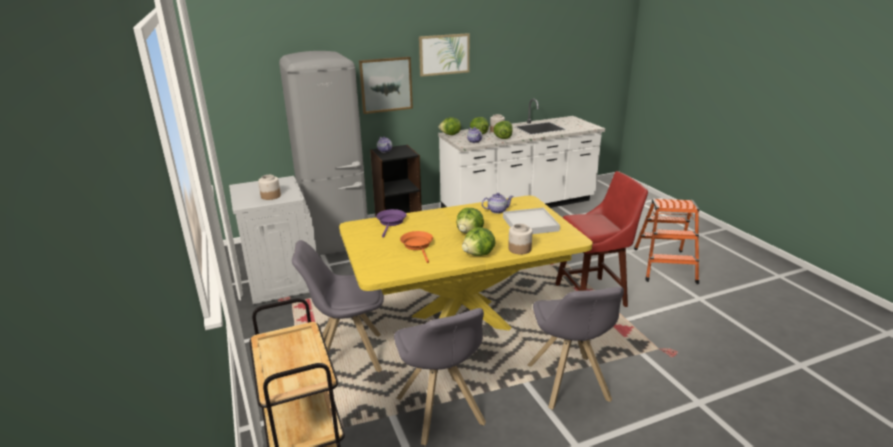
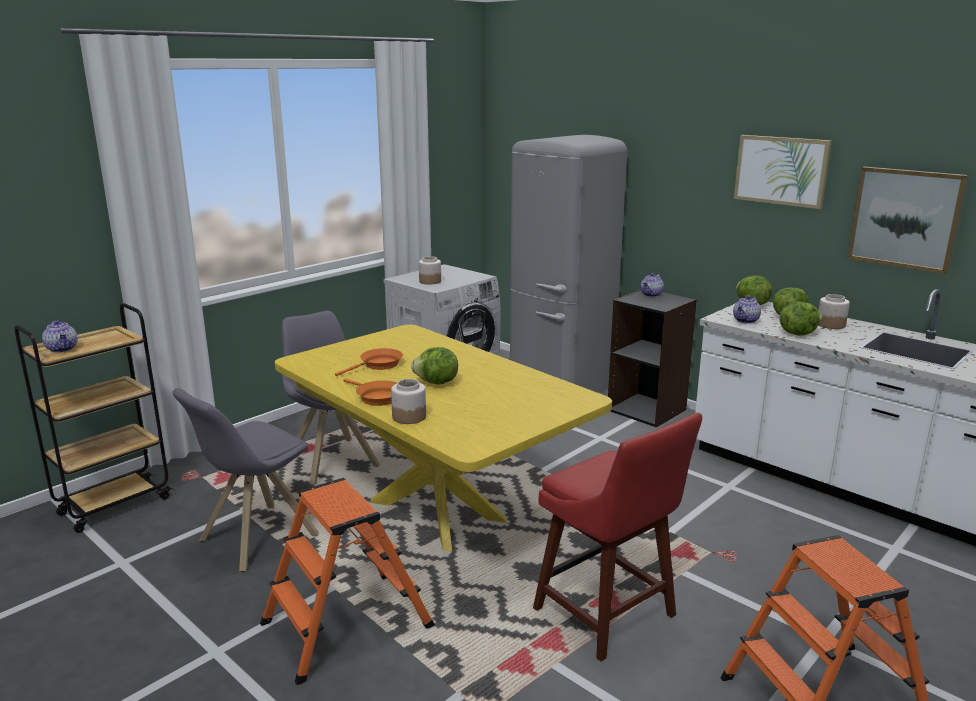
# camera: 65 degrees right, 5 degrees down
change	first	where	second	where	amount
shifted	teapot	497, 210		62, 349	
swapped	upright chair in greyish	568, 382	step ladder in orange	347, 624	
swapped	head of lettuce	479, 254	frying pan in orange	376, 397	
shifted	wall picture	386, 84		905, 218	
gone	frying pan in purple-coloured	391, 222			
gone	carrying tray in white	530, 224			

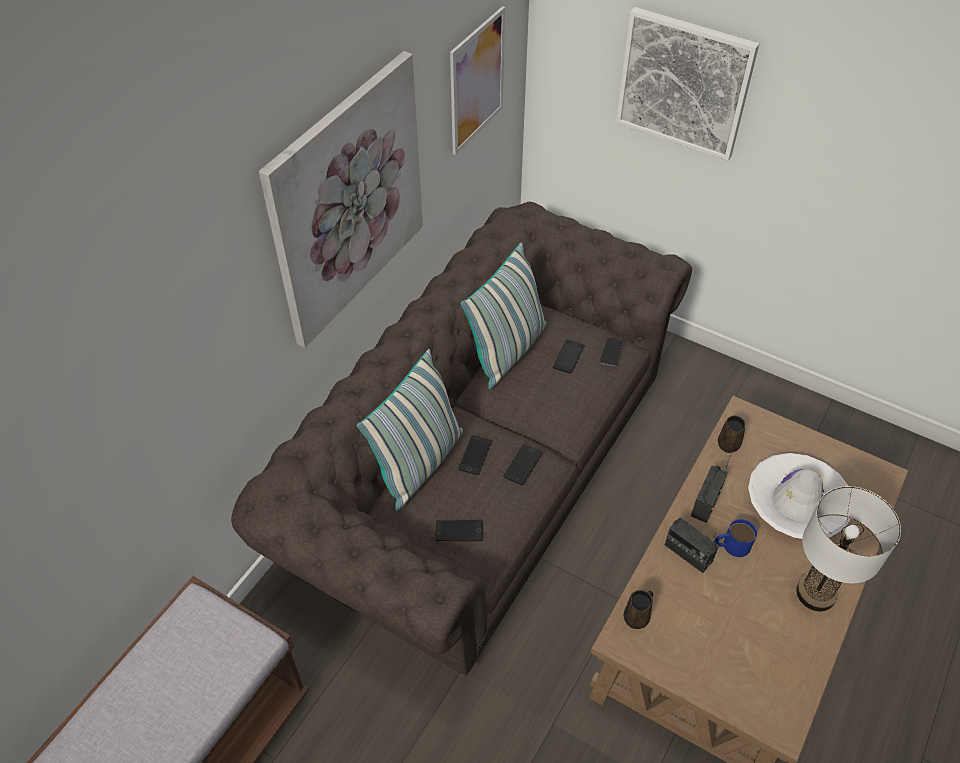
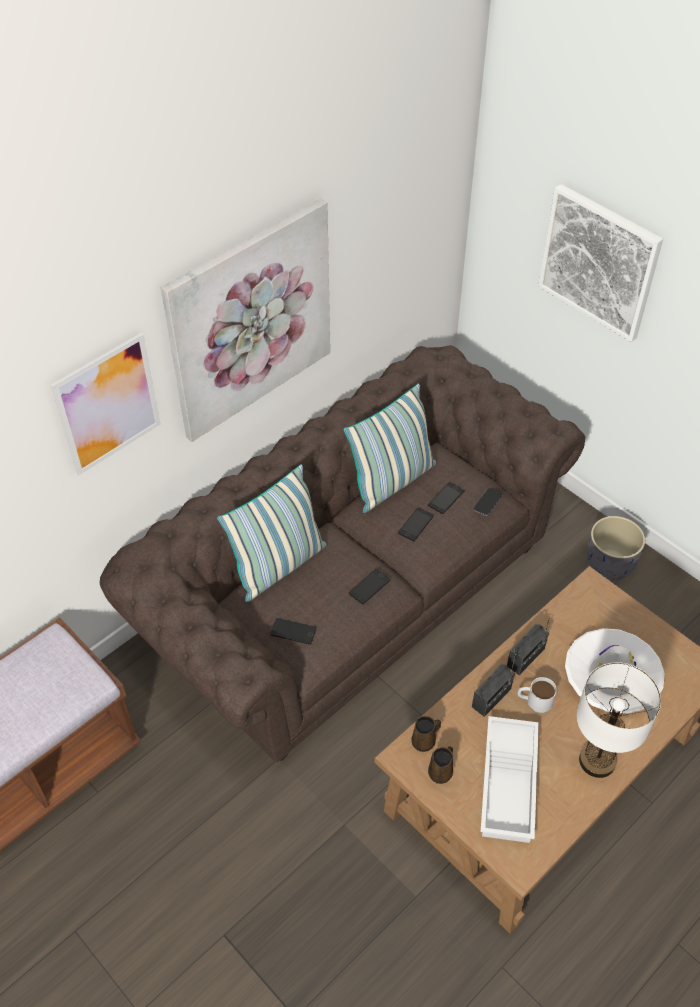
# camera: 15 degrees right, 0 degrees up
change	first	where	second	where	amount
shifted	wall picture	477, 81		108, 404	
shifted	phone	475, 455		415, 524	
shifted	tea mug in brownish	728, 443		441, 772	
rotated	radio receiver	688, 553		491, 698	105 degrees counterclockwise
new			carrying tray in white	510, 784	
repainted	tea mug in blue-coloured	731, 545	tea mug in white	534, 700	
new			plant pot in greyish	610, 565	

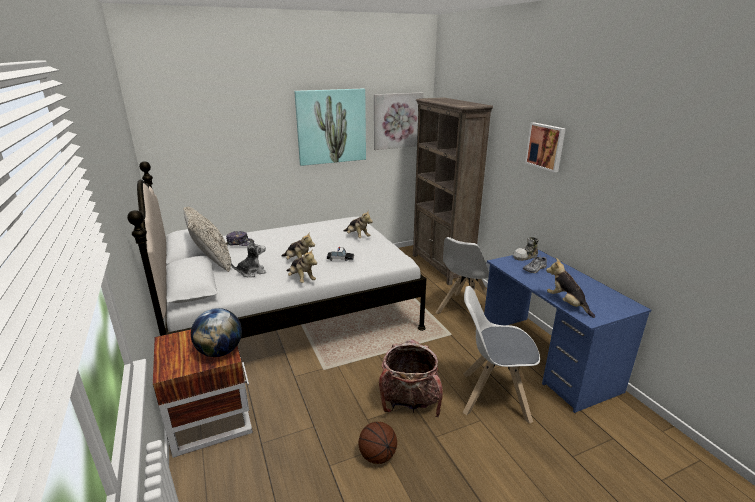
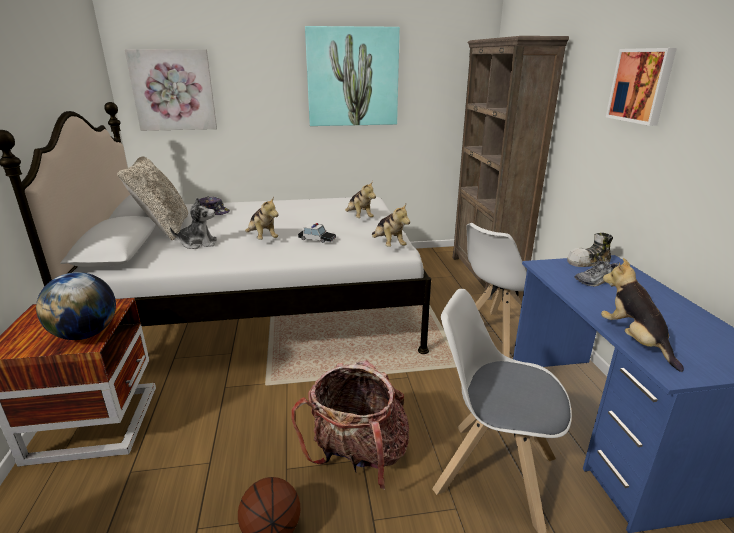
# camera: 15 degrees right, 0 degrees up
change	first	where	second	where	amount
shifted	wall picture	397, 121		173, 90	
shifted	soft toy	301, 279		388, 245	

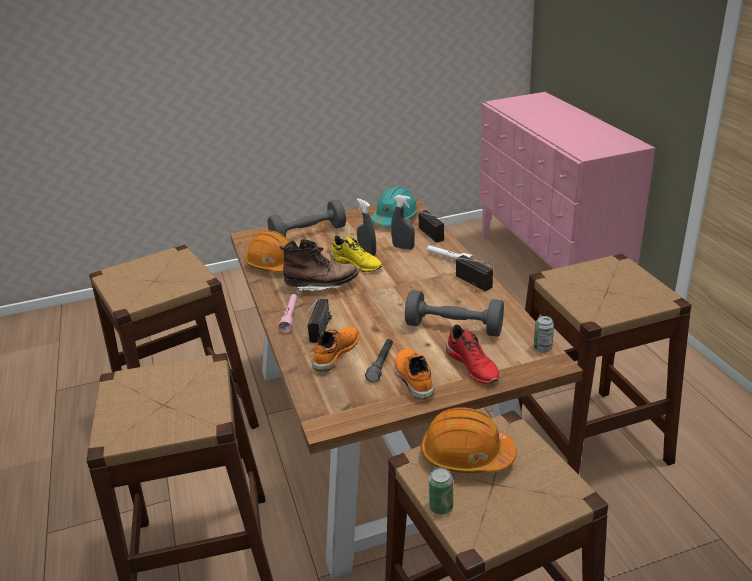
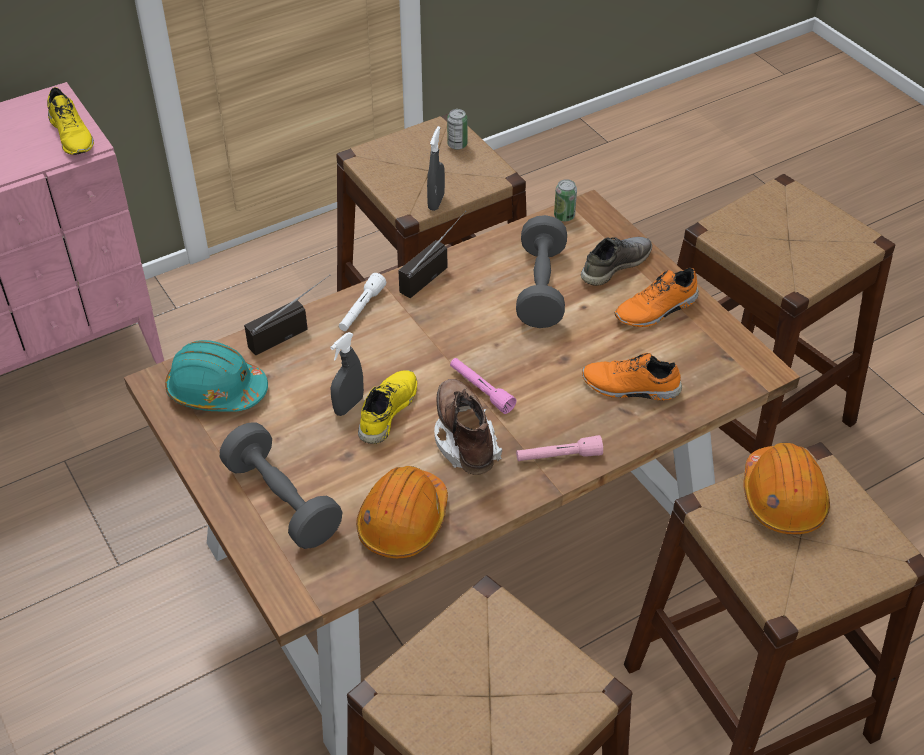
# camera: 105 degrees left, 15 degrees up
change	first	where	second	where	amount
new			low shoe in yellowish	73, 135	
shifted	sprayer in greyish	403, 247		436, 202	
shifted	sealed can	441, 507		457, 145	
new			torch in pink-coloured	481, 390	
repainted	low shoe in reddish	473, 366	low shoe in greyish	614, 265	
shifted	safety helmet in orange	466, 455		782, 498	
gone	radio receiver	318, 337			
gone	torch in greyish	381, 364			

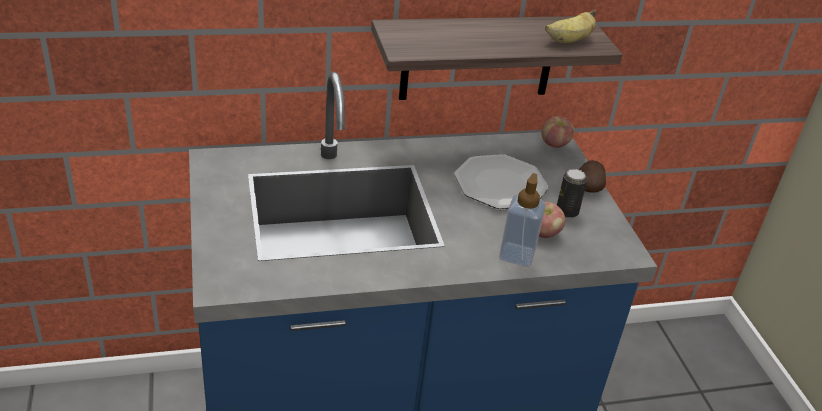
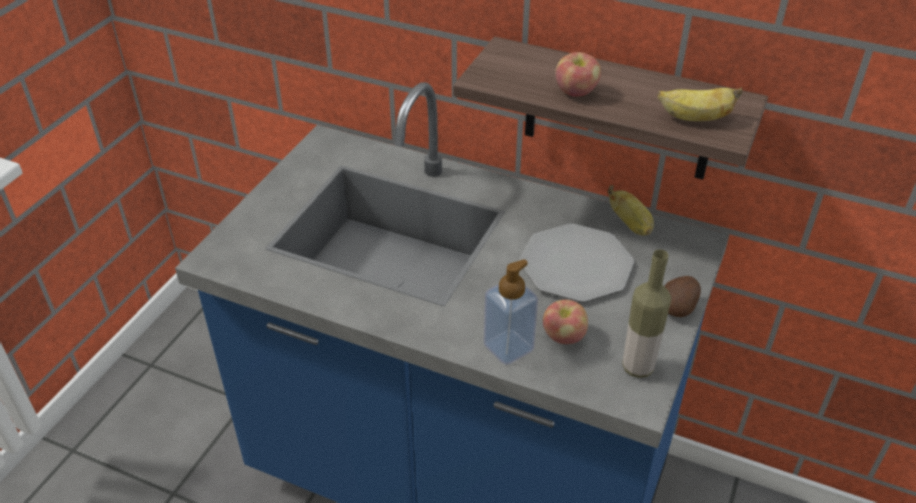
# camera: 40 degrees right, 5 degrees up
change	first	where	second	where	amount
shifted	whole apple	555, 144		576, 92	
new			banana	631, 225	
new			drink bottle	638, 367	
gone	sealed can	567, 211			

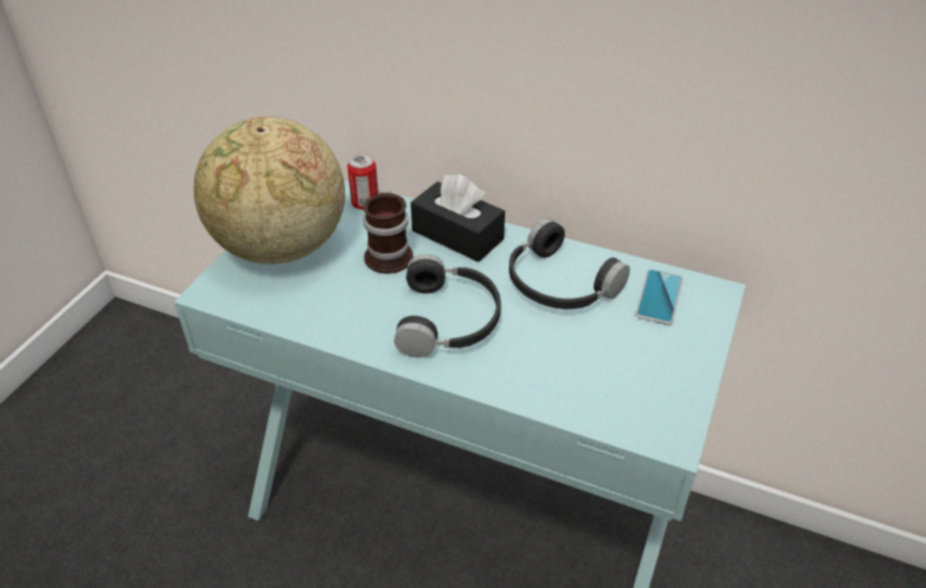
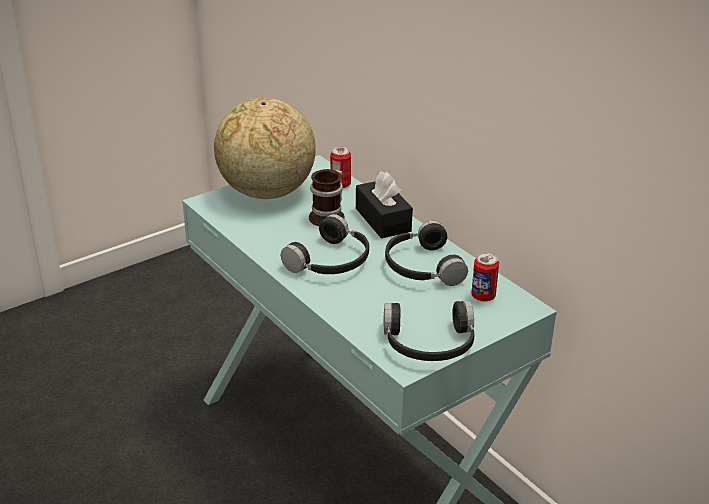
# camera: 30 degrees right, 10 degrees down
change	first	where	second	where	amount
new			headphones in black-coloured	429, 345	
swapped	phone	659, 297	sealed can	483, 296	

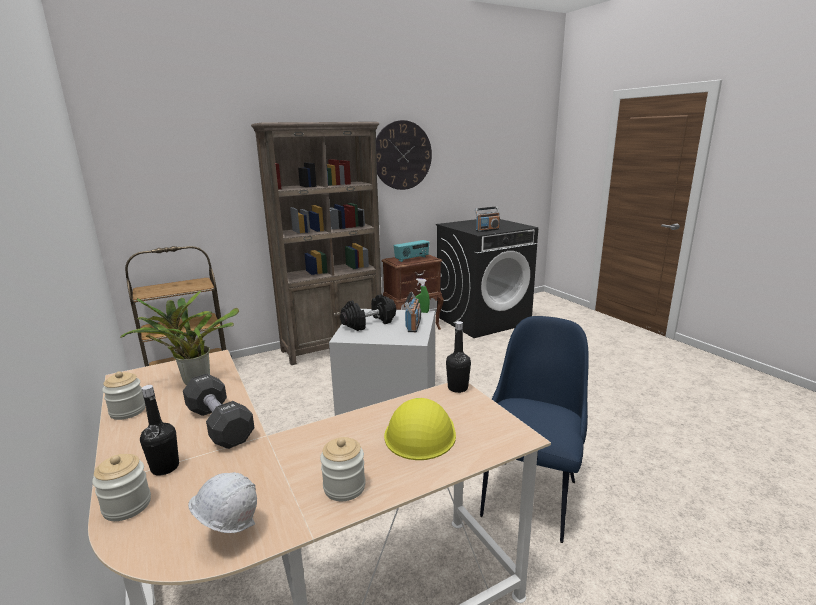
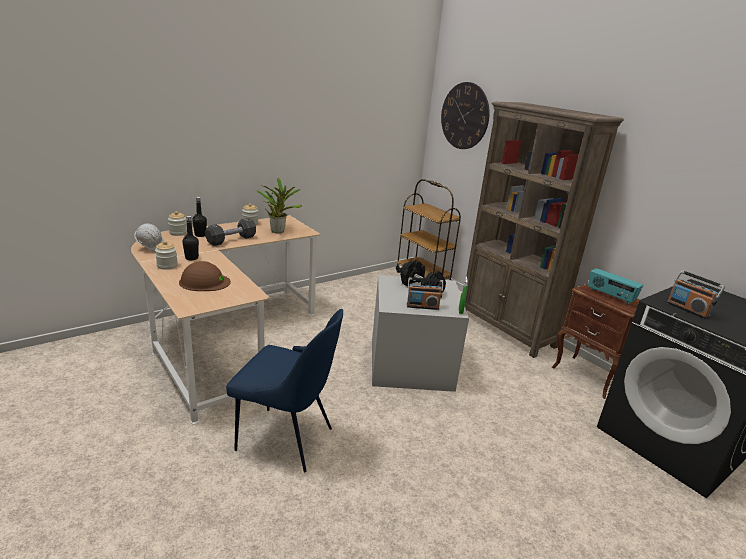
# camera: 80 degrees right, 5 degrees up
change	first	where	second	where	amount
repainted	safety helmet in yellowish	420, 433	safety helmet in brownish	204, 282	
shifted	drink bottle in black-coloured	457, 388		191, 258	
shifted	clock on the wall	402, 155		464, 116	

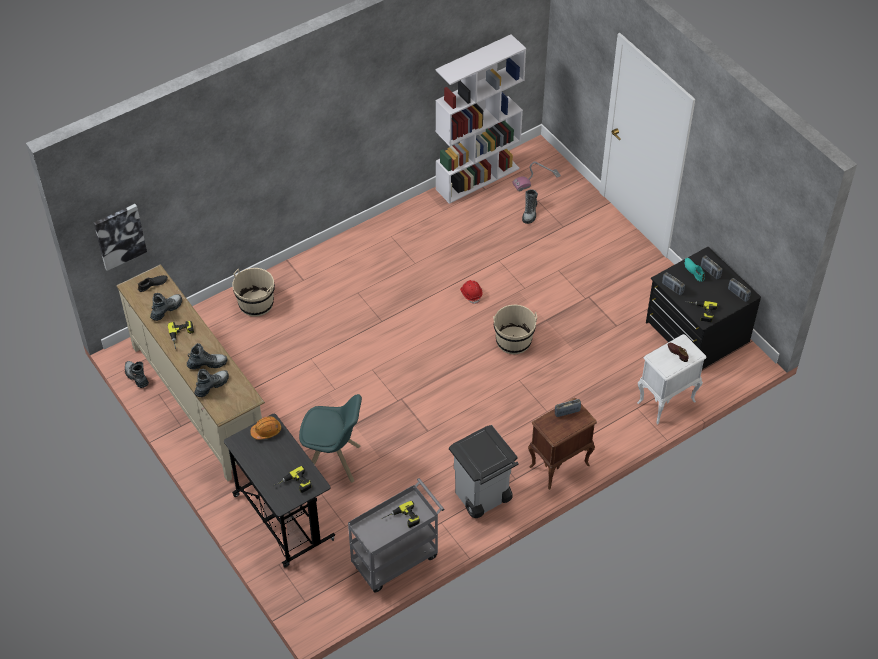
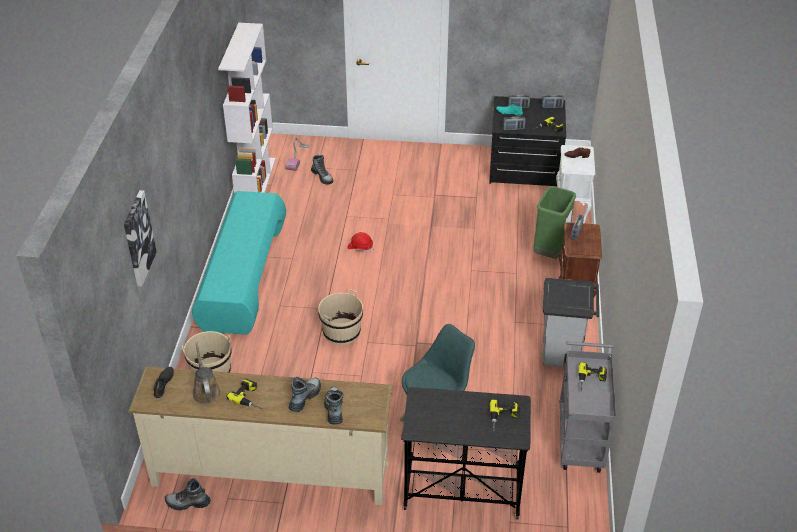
# camera: 50 degrees left, 10 degrees down
change	first	where	second	where	amount
shifted	wall picture	119, 236		138, 238	
new			indoor bench in turquoise	243, 275	
swapped	high-top boot	166, 309	watering pot in brownish	206, 391	
shifted	pail in sand-coloured	513, 340		341, 332	
new			trash can in green	550, 252	
gone	safety helmet in orange	266, 431			

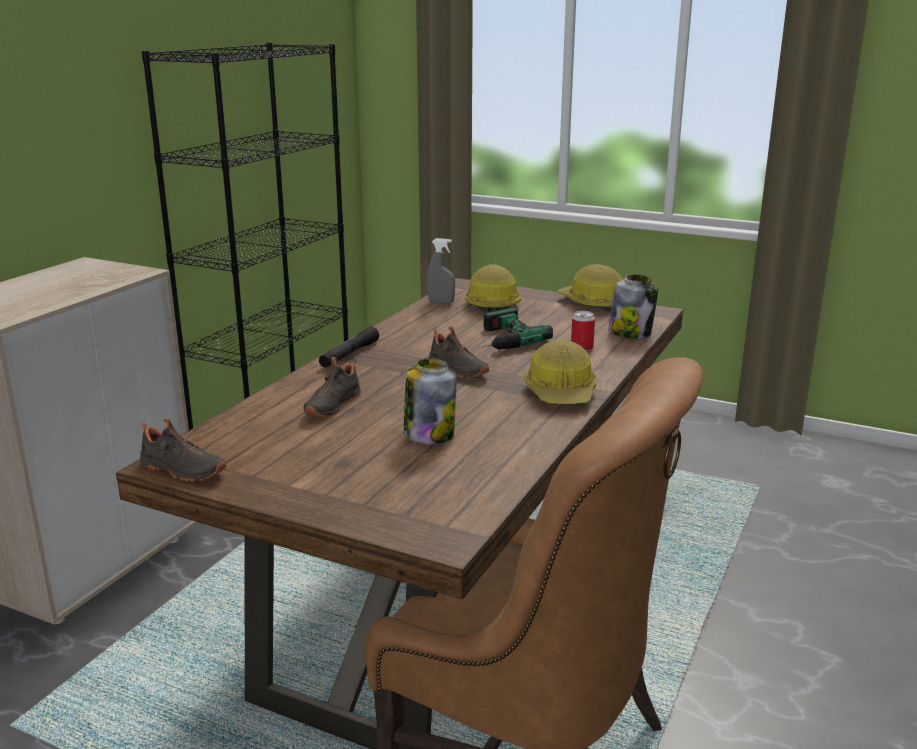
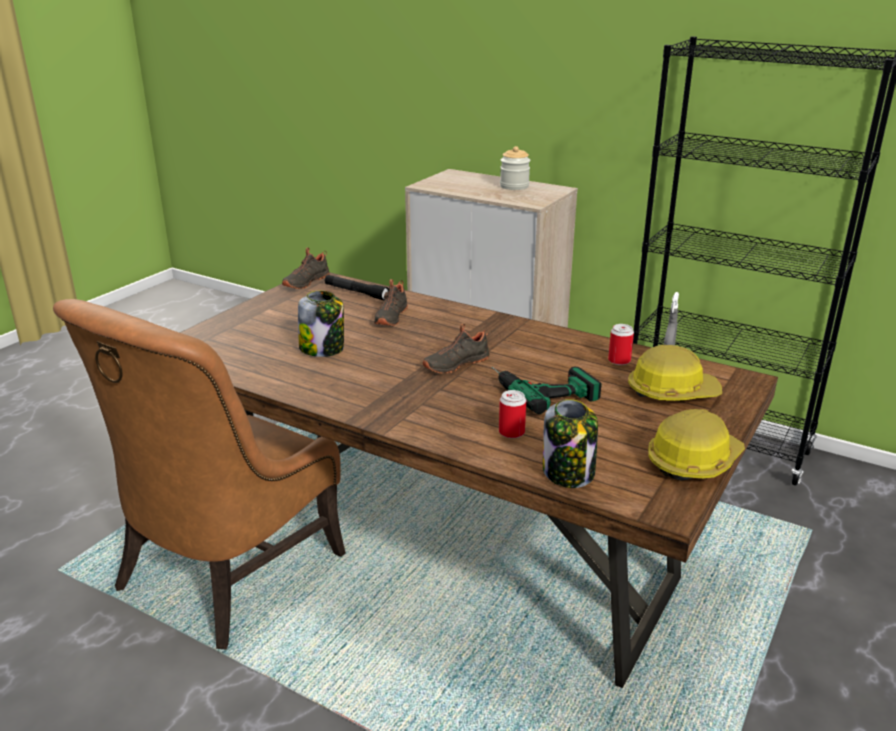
# camera: 95 degrees right, 5 degrees up
change	first	where	second	where	amount
shifted	torch in black-coloured	349, 354		356, 292	
rotated	low shoe in black-coloured	331, 405		390, 317	105 degrees counterclockwise
new			storage jar	514, 186	
new			sealed can	619, 361	
gone	safety helmet	561, 393			

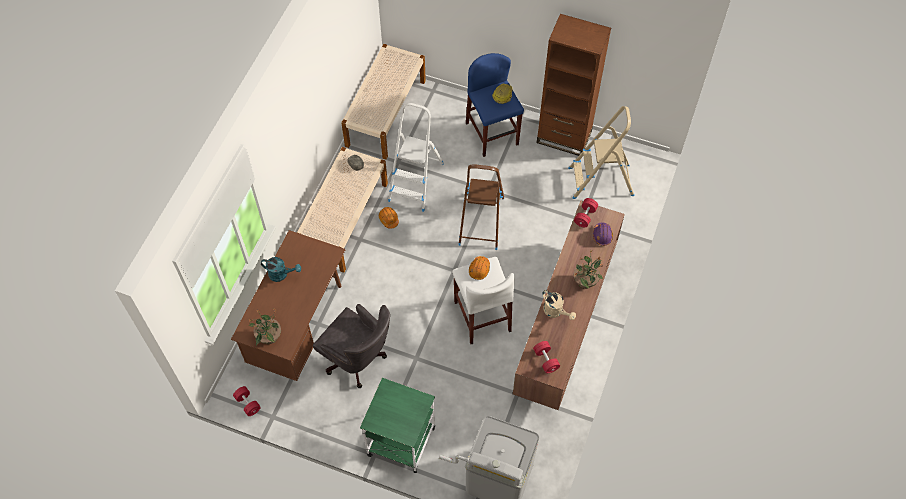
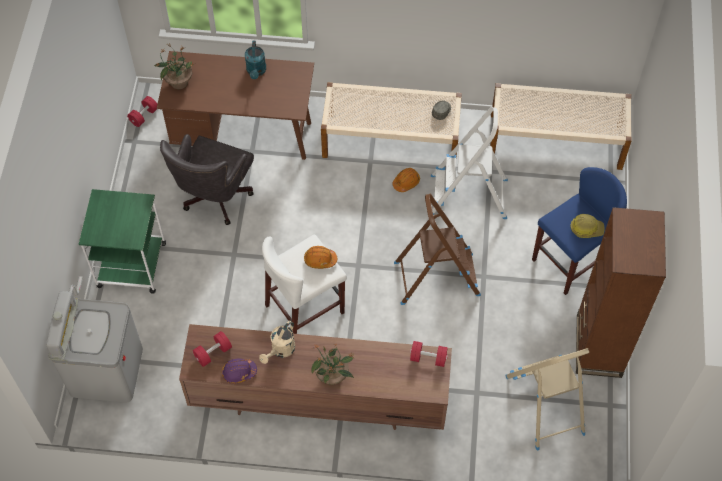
# camera: 75 degrees right, 0 degrees up
change	first	where	second	where	amount
shifted	safety helmet in purple-coloured	602, 236		239, 372	

